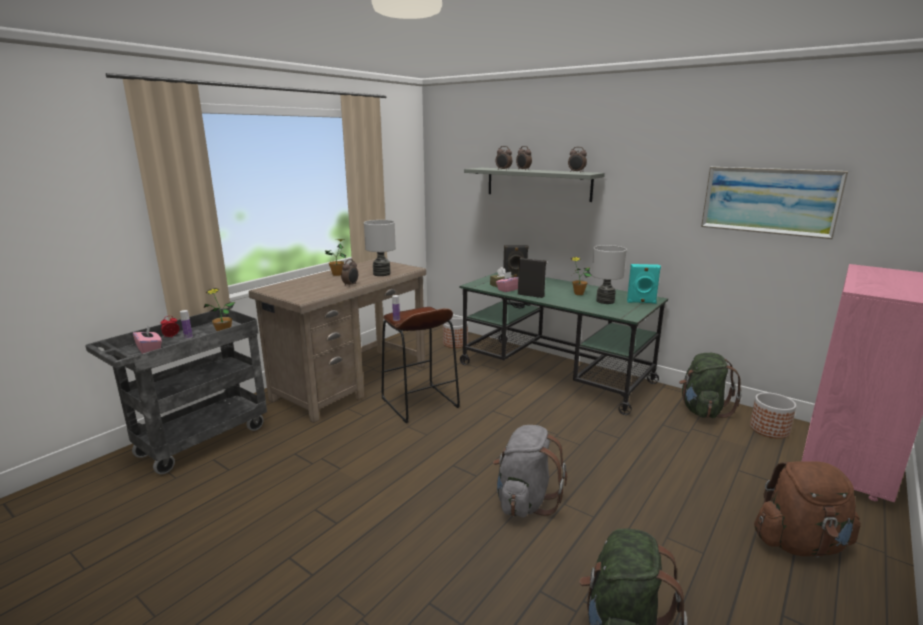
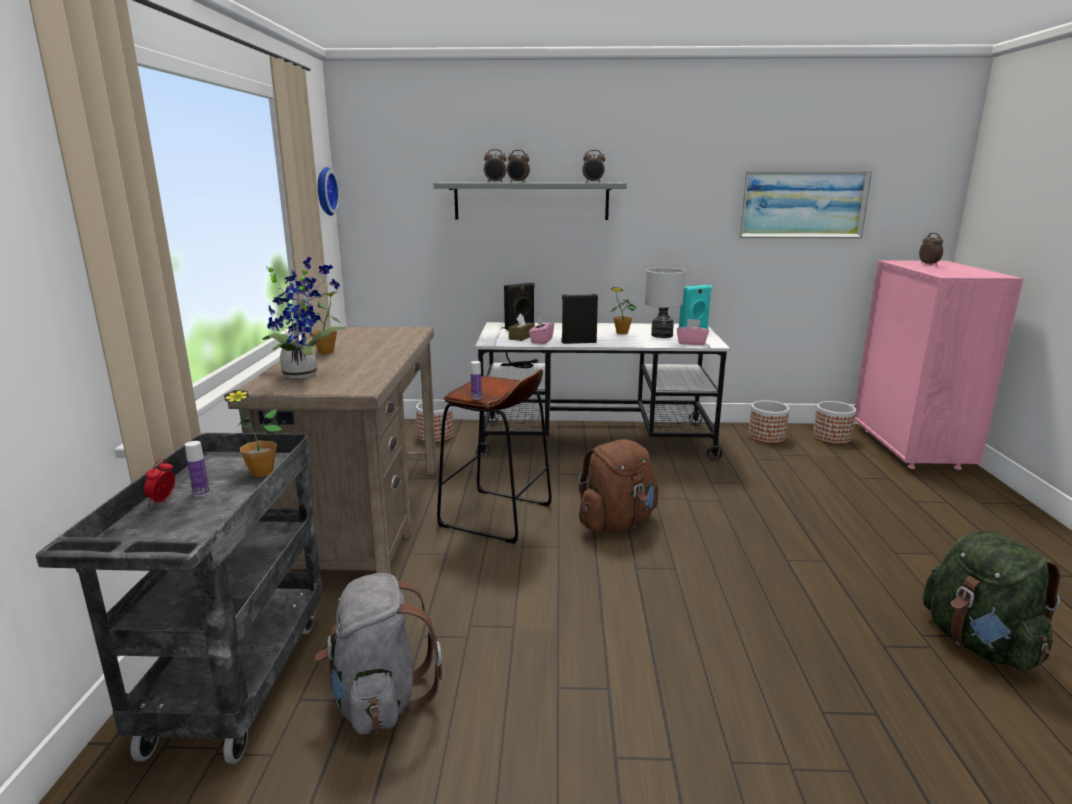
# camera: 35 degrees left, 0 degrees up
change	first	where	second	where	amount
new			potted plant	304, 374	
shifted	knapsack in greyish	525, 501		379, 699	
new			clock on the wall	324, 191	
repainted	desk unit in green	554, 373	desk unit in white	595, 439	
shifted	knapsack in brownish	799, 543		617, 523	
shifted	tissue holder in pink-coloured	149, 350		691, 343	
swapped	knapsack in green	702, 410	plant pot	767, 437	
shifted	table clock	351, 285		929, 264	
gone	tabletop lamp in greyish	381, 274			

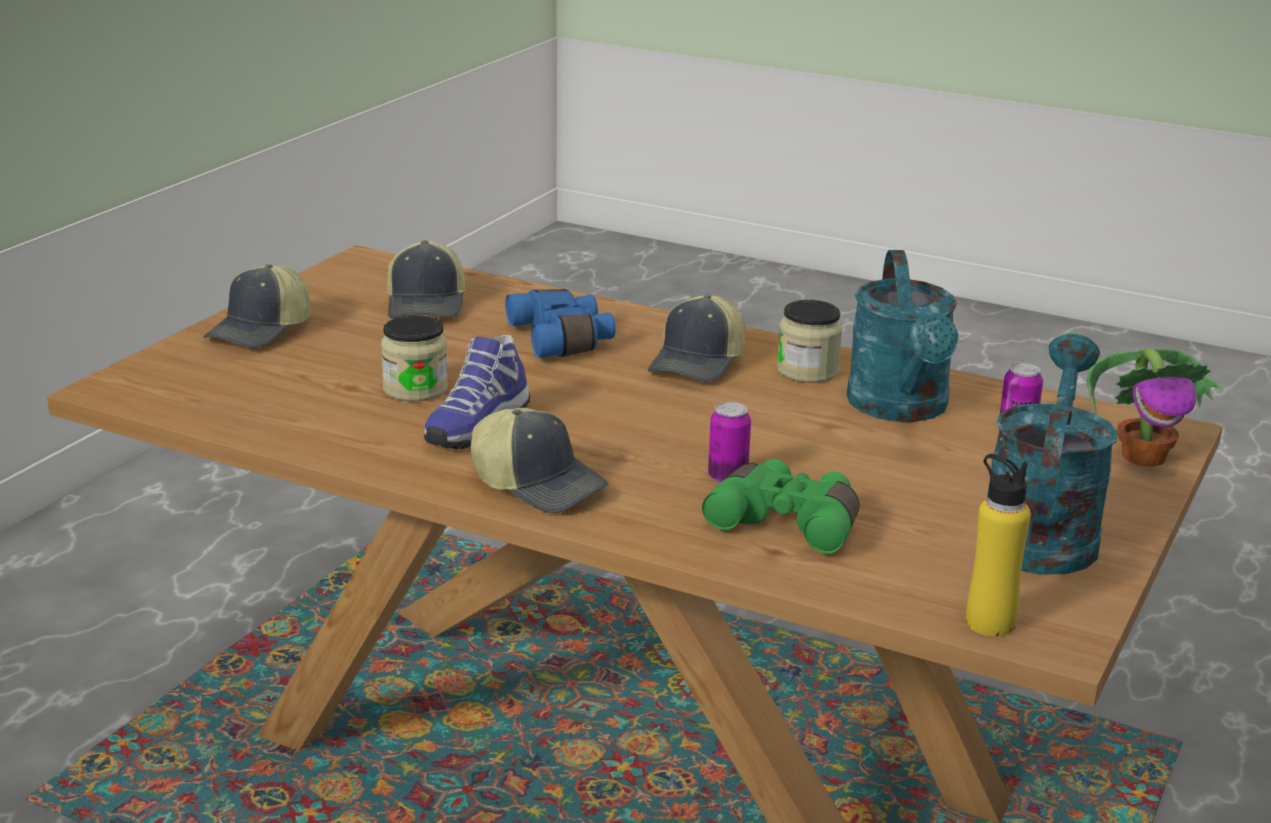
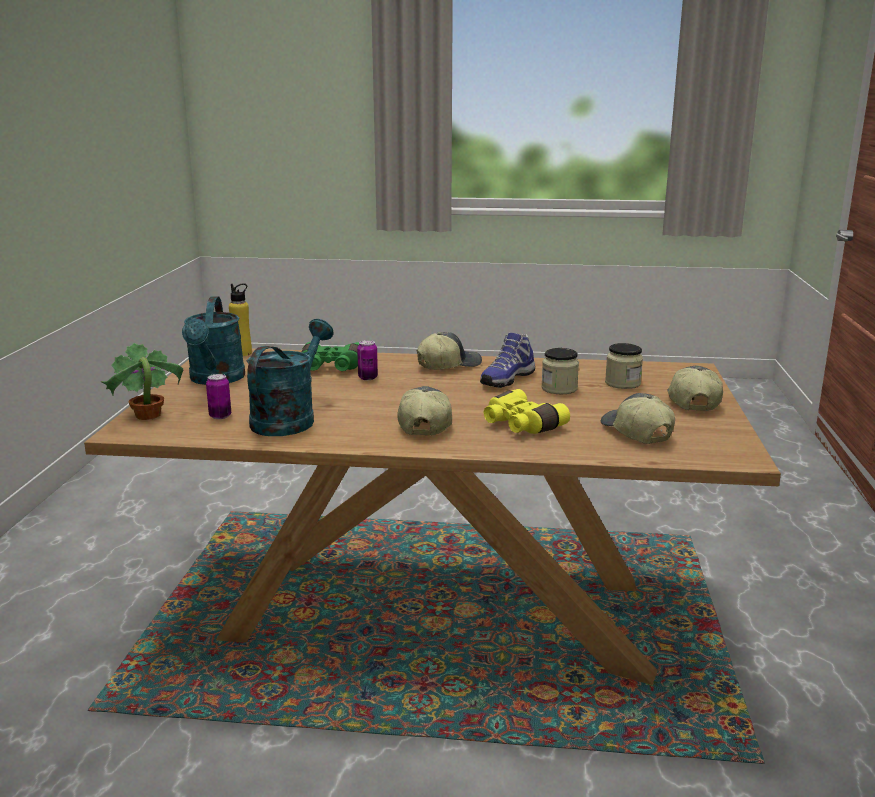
# camera: 160 degrees right, 5 degrees down
change	first	where	second	where	amount
rotated	watering pot in turquoise	902, 409		289, 419	45 degrees clockwise
rotated	peaked cap	539, 485		448, 364	135 degrees clockwise
rotated	low shoe	475, 425		506, 379	150 degrees counterclockwise
repainted	binoculars in blue-coloured	563, 340	binoculars in yellowish	520, 425	
shifted	storage jar	807, 371		622, 383	

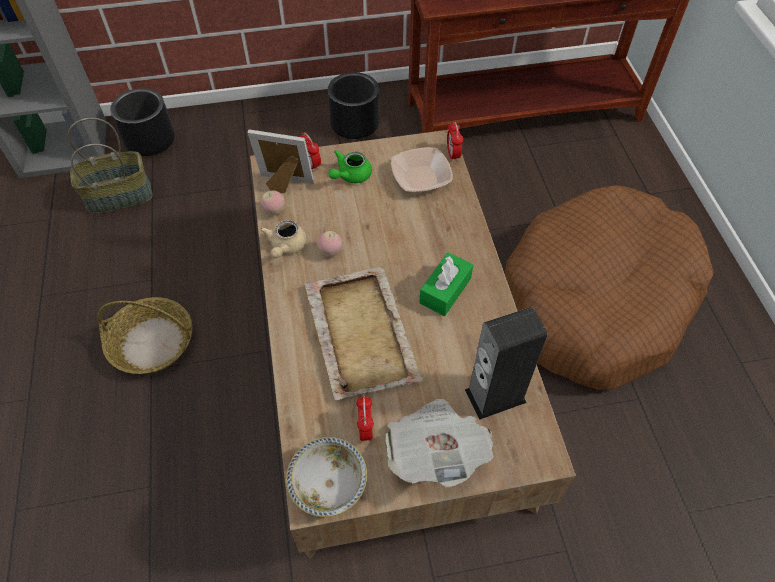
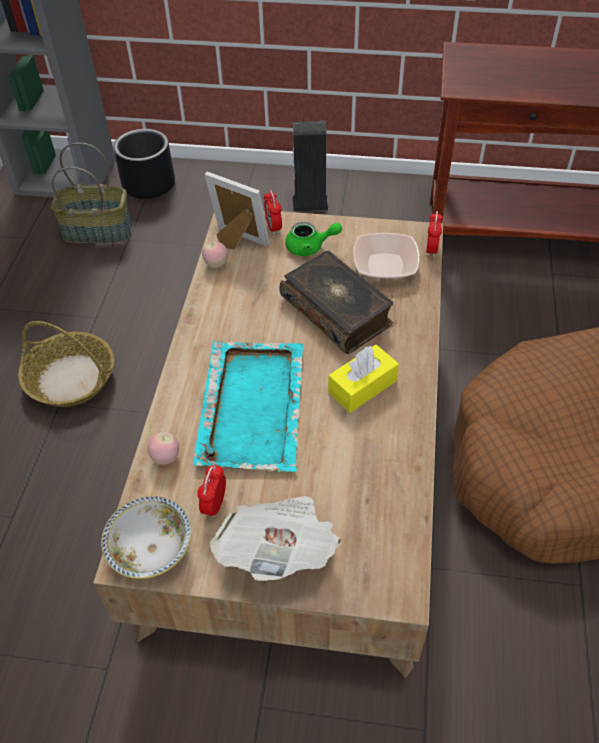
# camera: 20 degrees right, 5 degrees down
change	first	where	second	where	amount
shifted	whole apple	330, 252		166, 458	
repainted	carrying tray in sand-coloured	360, 332	carrying tray in turquoise	252, 405	
new			book	337, 311	
rotated	teapot in green	350, 176		310, 247	150 degrees counterclockwise
shifted	audio speaker	495, 396		310, 203	
repainted	tissue holder in green	445, 290	tissue holder in yellowish	362, 386	
gone	teapot in sand-coloured	286, 247			
gone	plant pot in black-coloured	355, 123			

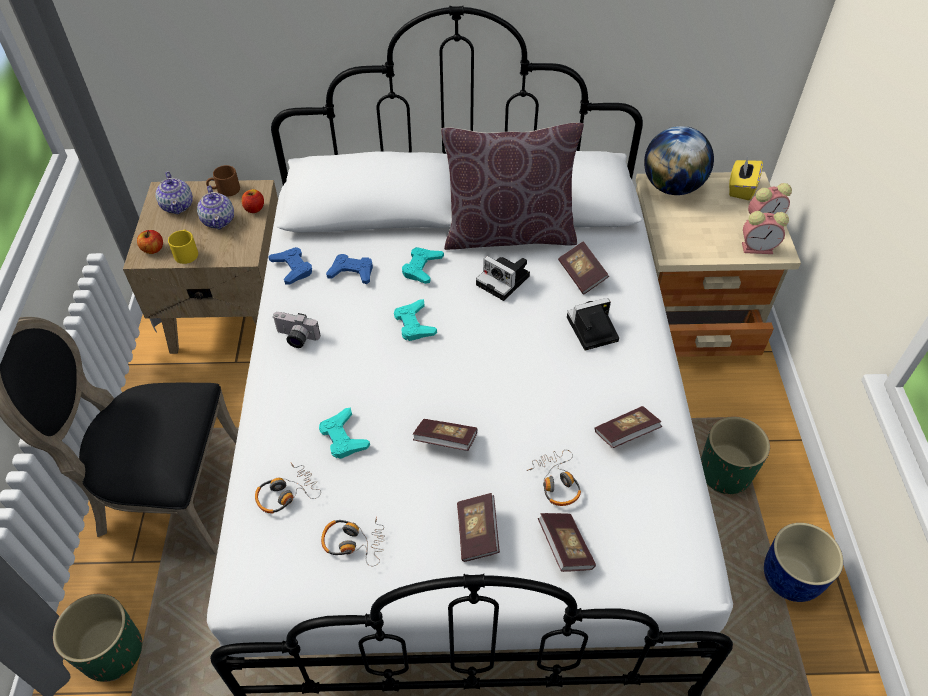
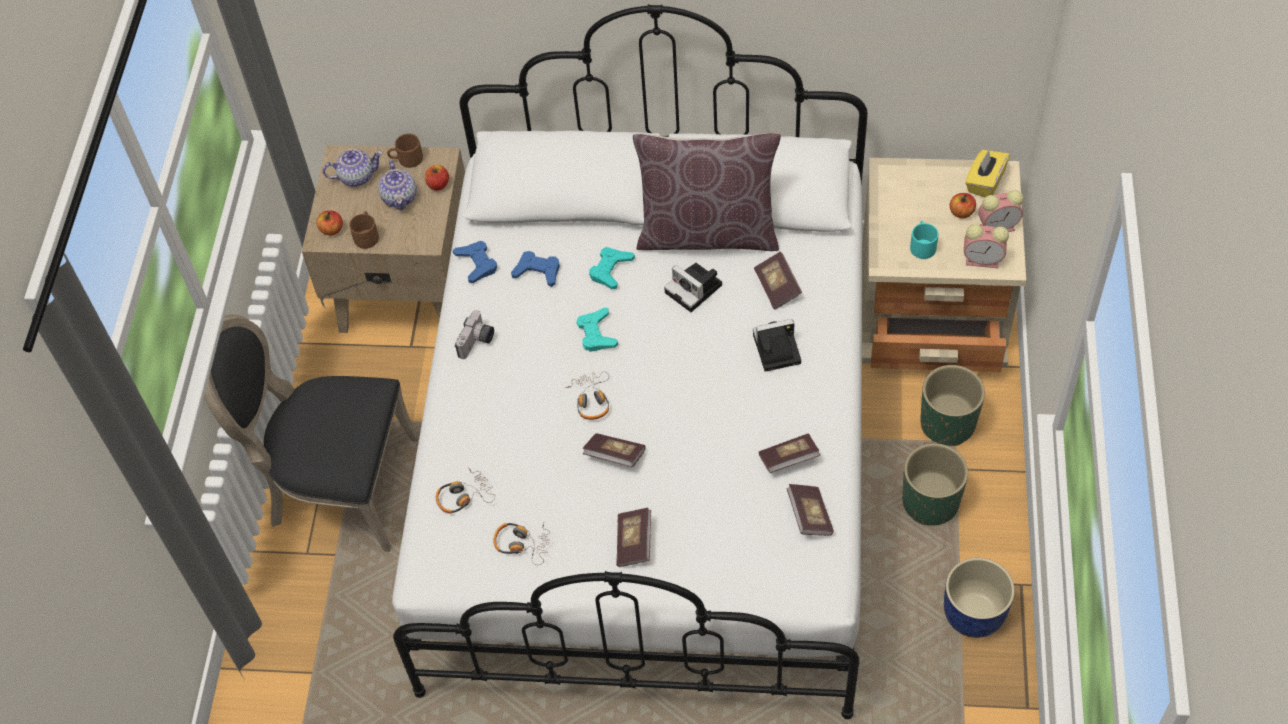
# camera: 10 degrees right, 5 degrees up
change	first	where	second	where	amount
rotated	teapot	178, 205		356, 177	90 degrees counterclockwise
repainted	tea mug in yellowish	186, 252	tea mug in brownish	366, 235	
rotated	still camera	295, 338		477, 342	90 degrees counterclockwise
shifted	headphones	556, 482		591, 399	
shifted	book	565, 548		809, 516	
new			tea mug in turquoise	922, 245	
shifted	plant pot in green	112, 651		947, 423	
new			whole apple	961, 212	
gone	game controller in turquoise	343, 437			
gone	world globe	672, 187			

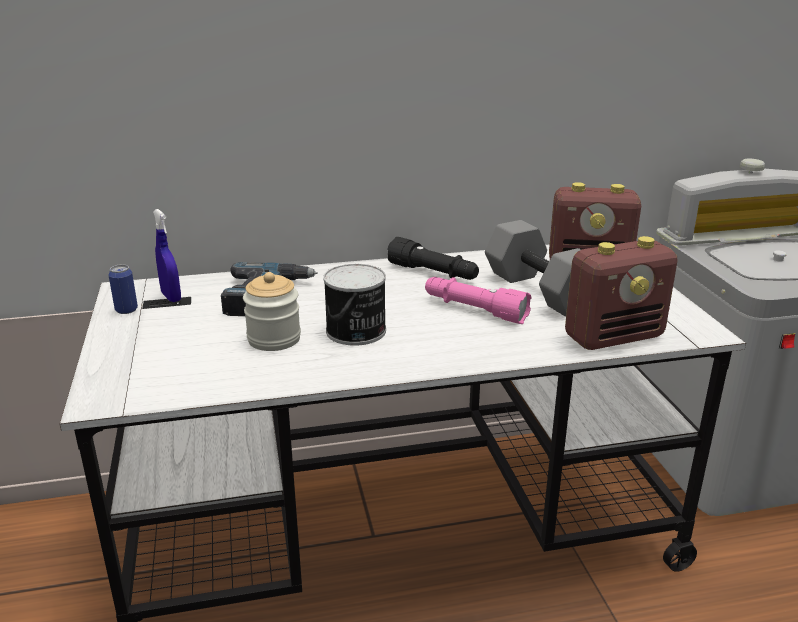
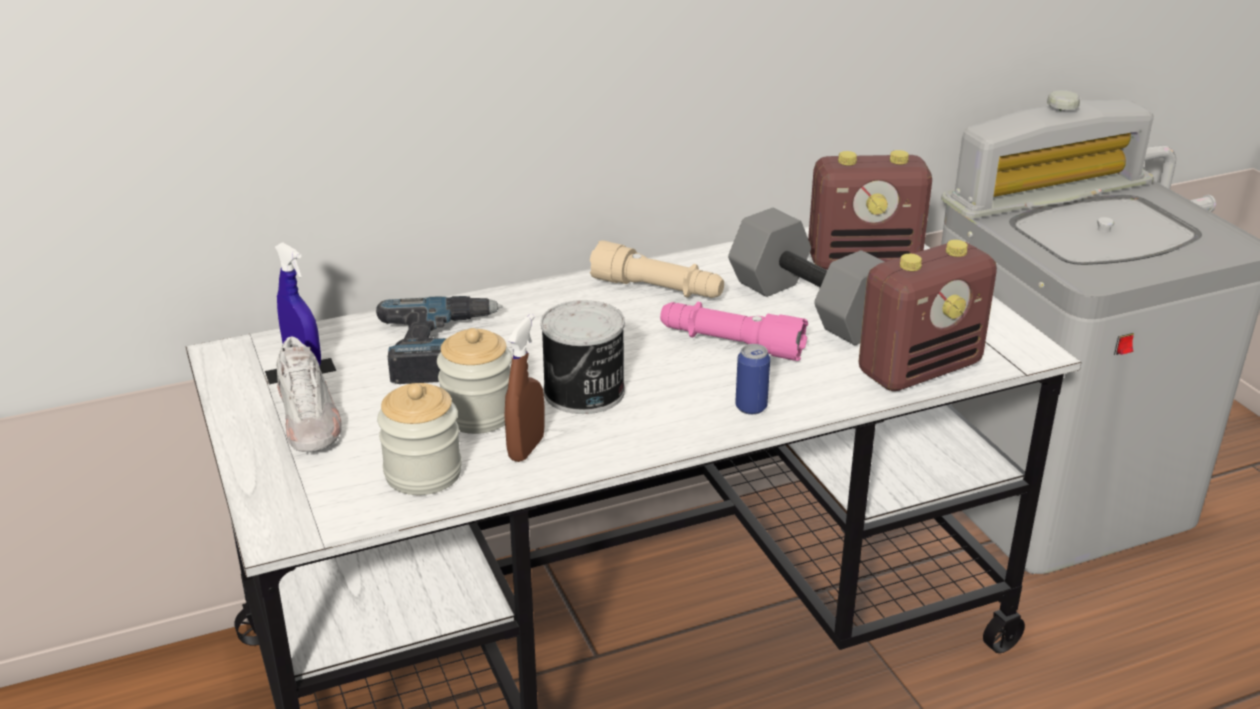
# camera: 10 degrees left, 5 degrees up
change	first	where	second	where	amount
new			low shoe in white	309, 420	
new			storage jar	423, 473	
new			sprayer in brownish	526, 448	
repainted	torch in black-coloured	433, 273	torch in sand-coloured	658, 290	
shifted	sealed can	126, 310		751, 407	

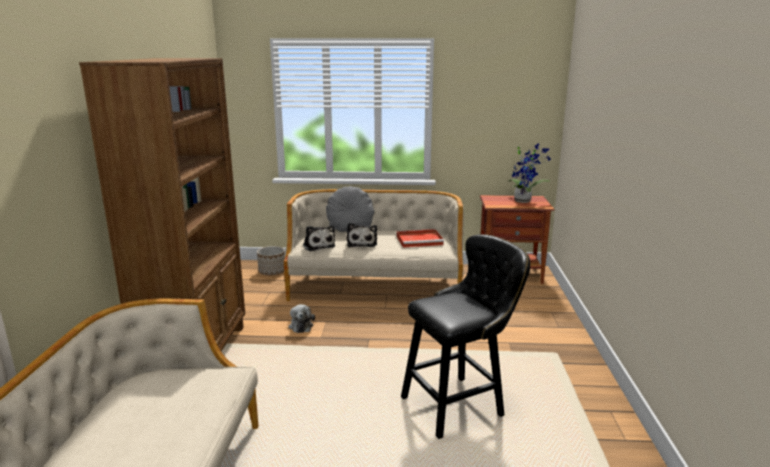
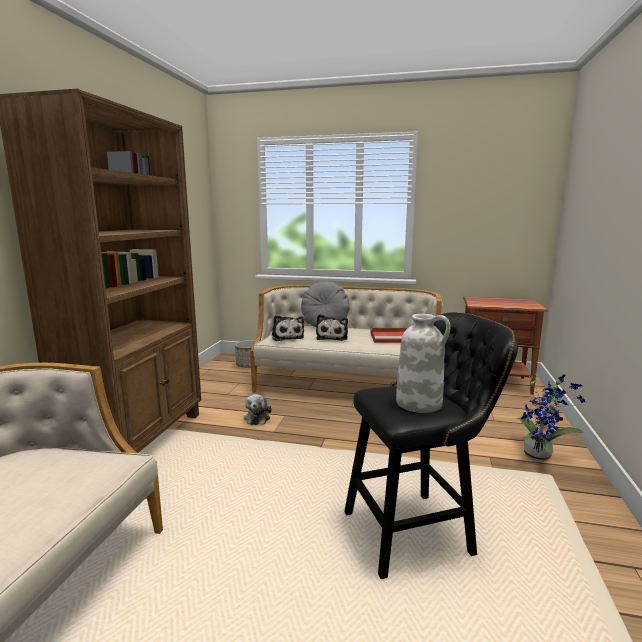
# camera: 10 degrees right, 5 degrees down
change	first	where	second	where	amount
new			decorative vase in white	419, 403	
shifted	potted plant	524, 201		540, 455	

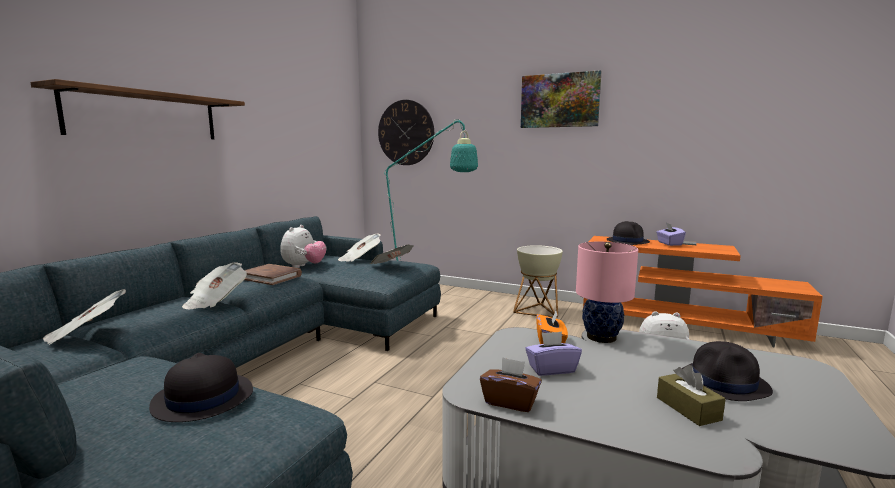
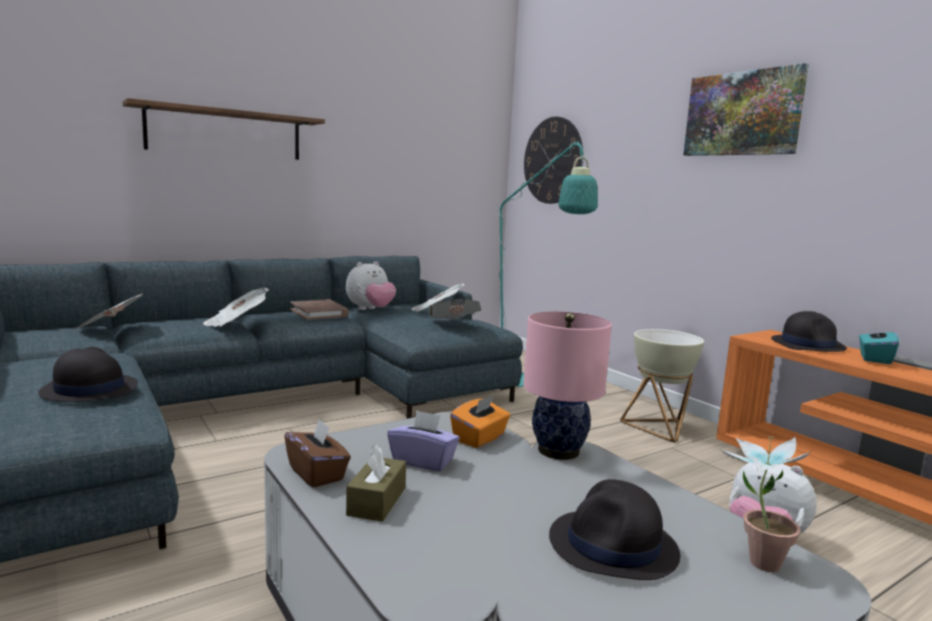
# camera: 30 degrees right, 0 degrees up
change	first	where	second	where	amount
shifted	tissue holder in brownish	688, 408		377, 501	
new			potted plant	754, 558	
repainted	tissue holder in purple-coloured	669, 243	tissue holder in turquoise	874, 359	

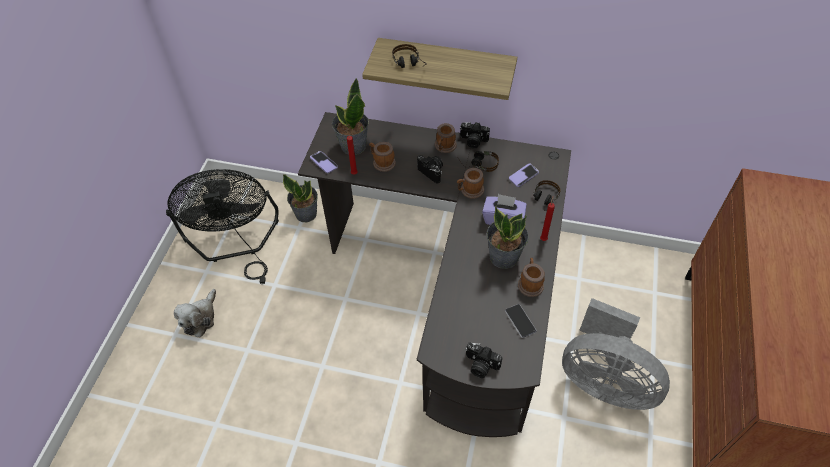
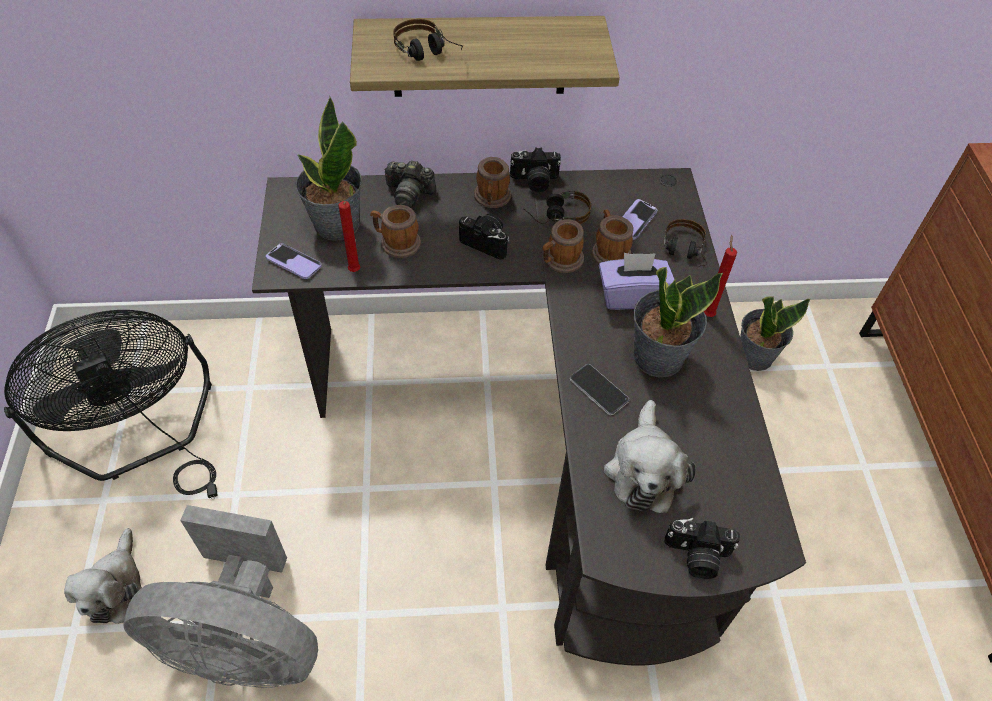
# camera: 20 degrees left, 0 degrees up
change	first	where	second	where	amount
shifted	cooling fan in greyish	603, 381		245, 640	
new			still camera	409, 193	
shifted	phone	520, 321		598, 390	
shifted	tea mug	530, 283		609, 251	
new			soft toy	643, 469	
shifted	potted plant	306, 213		754, 356	

